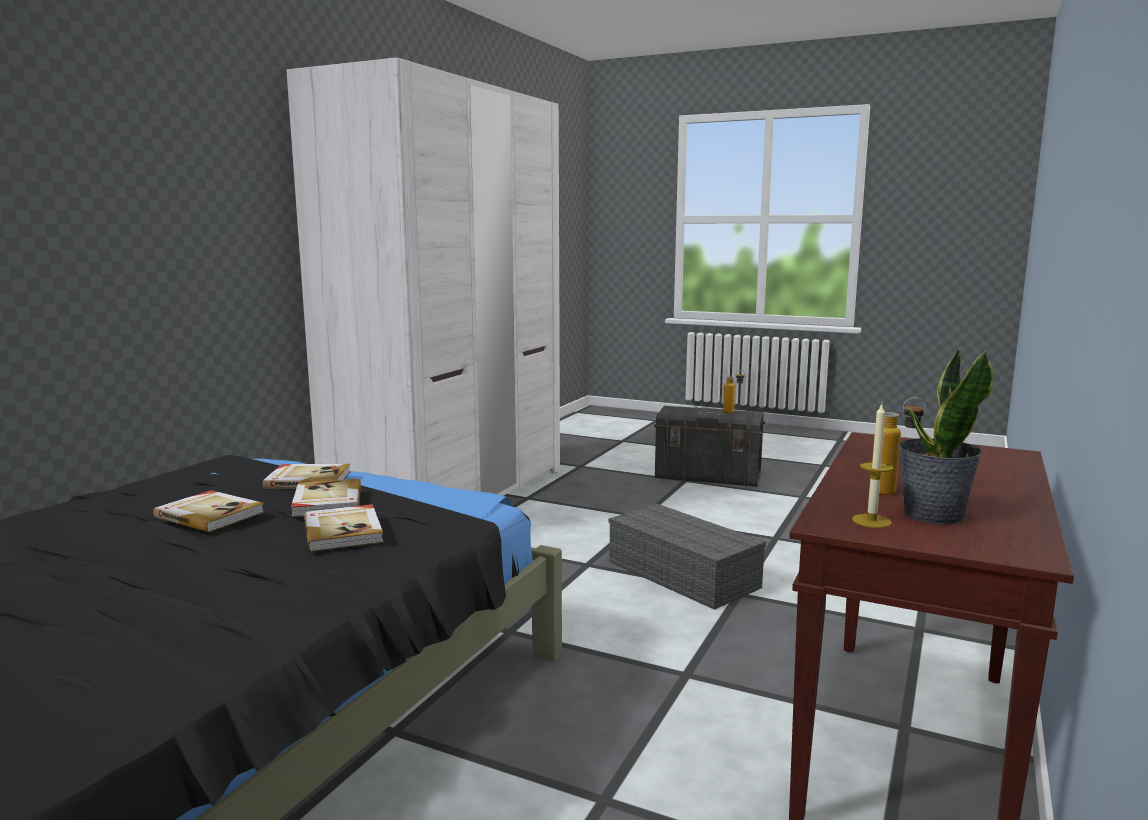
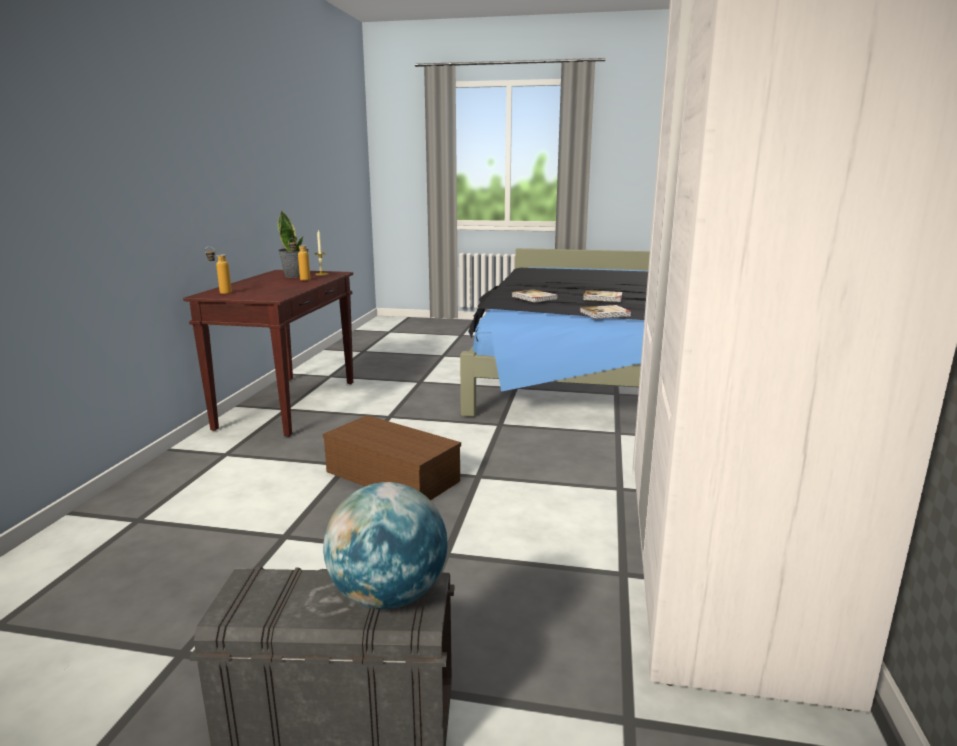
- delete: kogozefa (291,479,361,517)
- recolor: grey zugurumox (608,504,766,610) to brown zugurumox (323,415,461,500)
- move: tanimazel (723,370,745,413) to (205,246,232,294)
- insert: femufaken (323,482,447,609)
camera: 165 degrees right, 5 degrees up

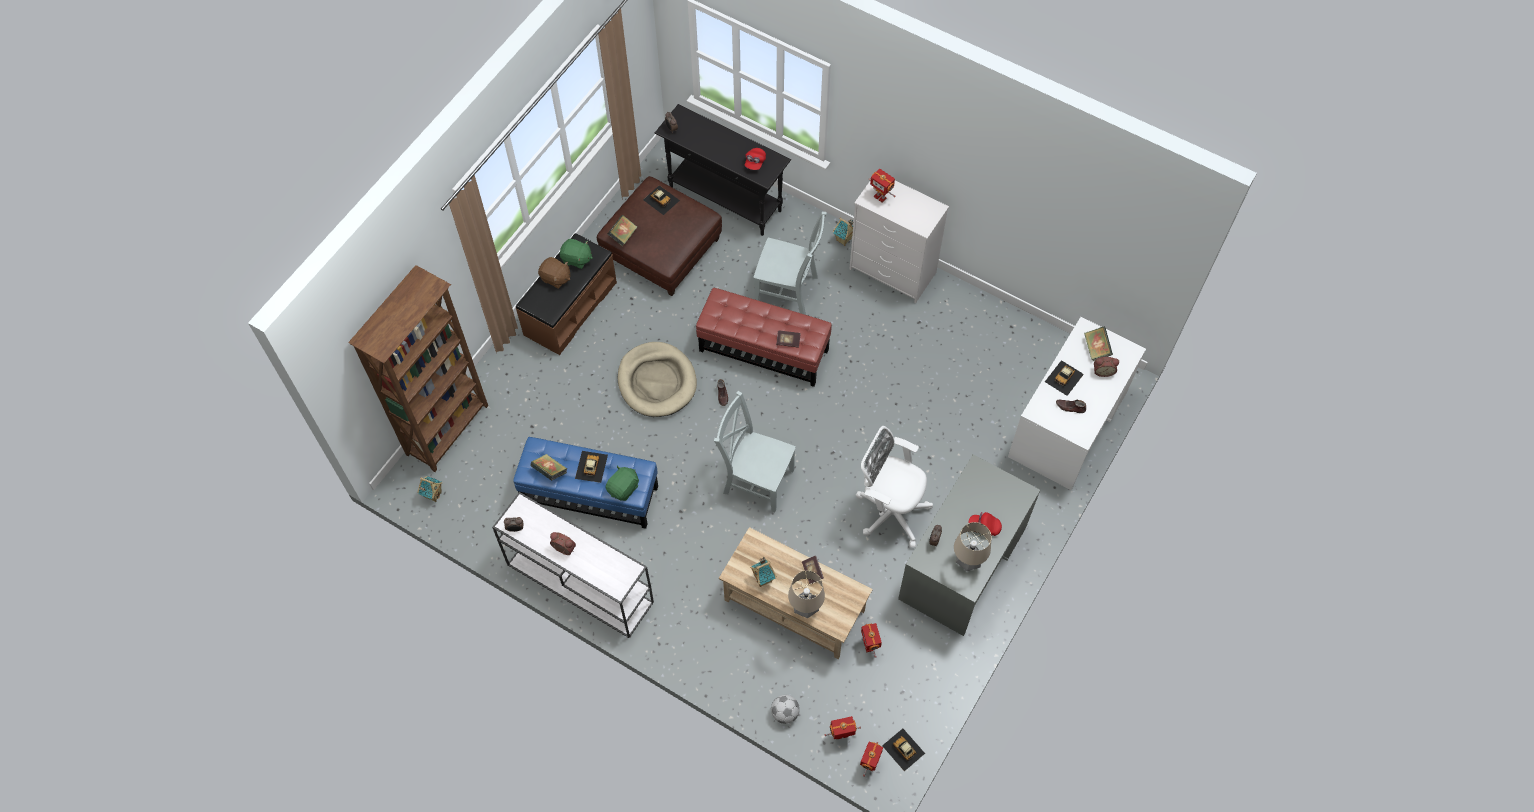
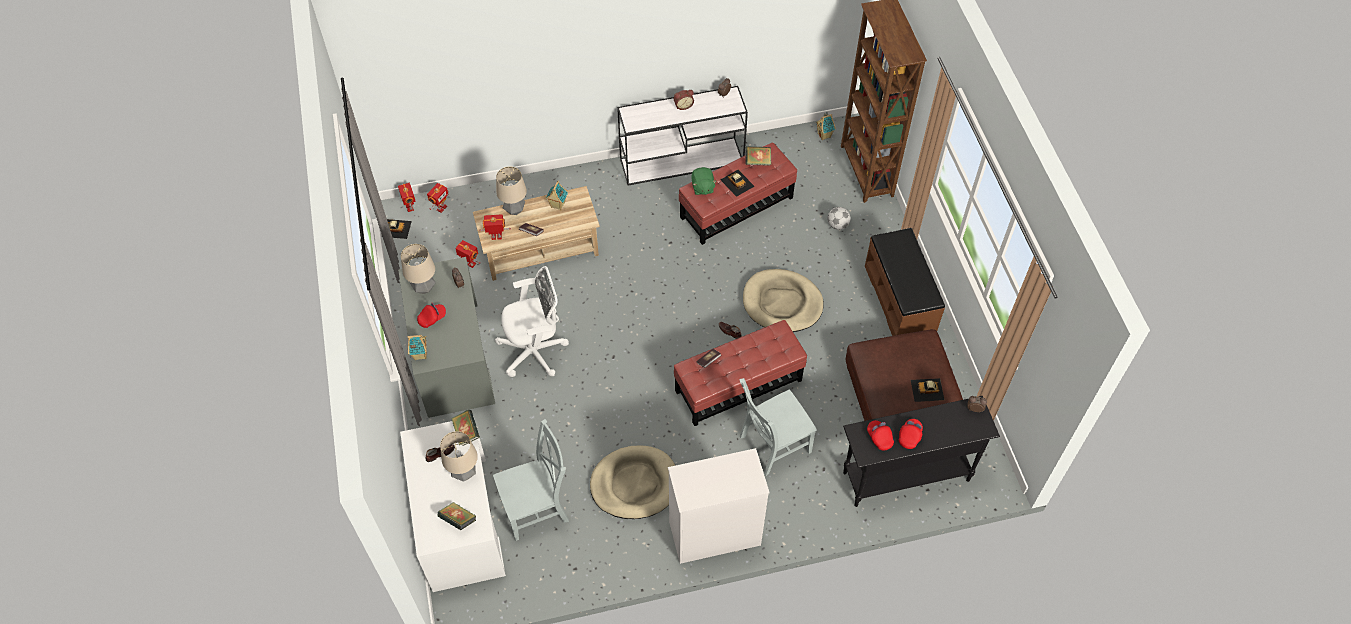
- recolor: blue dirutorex (513,437,658,529) to red dirutorex (679,142,797,245)
- delete: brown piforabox (538,257,570,289)
- delete: green piforabox (560,239,593,269)
- move: kogozefa (608,215,637,246) to (451,410,480,446)
- move: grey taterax (714,391,796,512) to (493,419,569,541)
- move: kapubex (771,695,800,724) to (828,207,851,230)
- move: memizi (833,218,854,246) to (407,335,427,360)
- move: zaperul (869,169,896,202) to (479,214,511,240)
- replace: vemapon (1045,360,1084,396) to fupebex (440,431,478,482)
- delete: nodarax (1094,357,1119,377)
- insert: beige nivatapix (590,446,676,519)
- insert: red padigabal (899,419,923,449)
camera: 135 degrees right, 5 degrees down

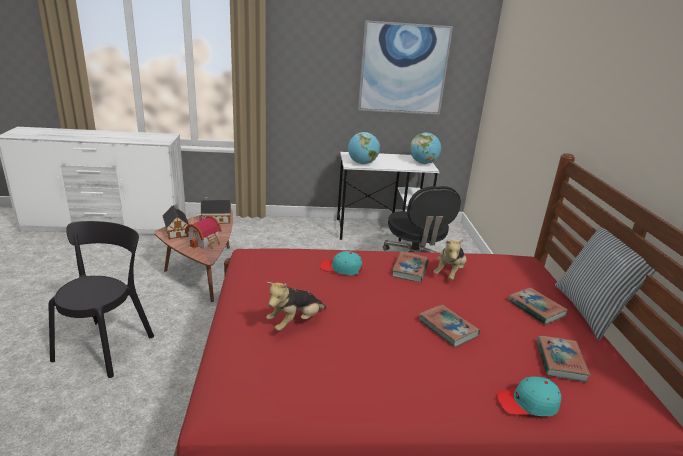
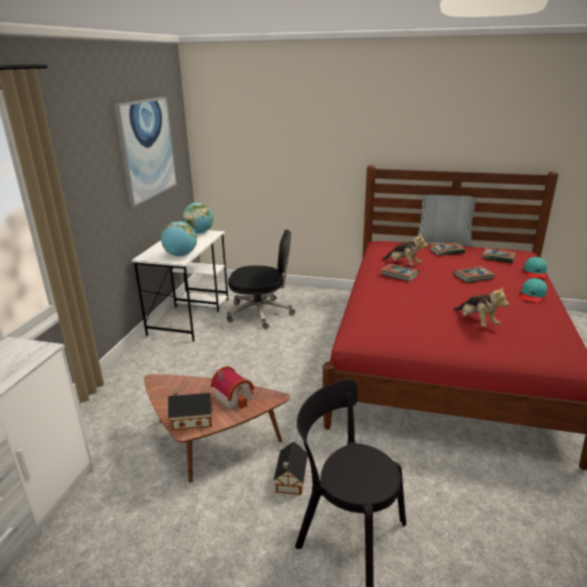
- move: memizi (201,197,231,224) to (273,442,308,495)
- move: turquoise padigabal (320,251,362,275) to (520,278,547,303)
camera: 70 degrees left, 0 degrees up

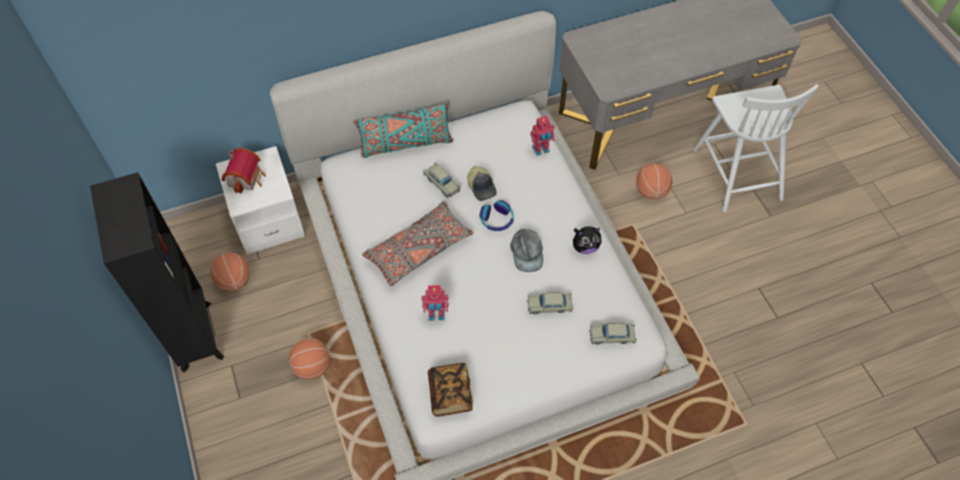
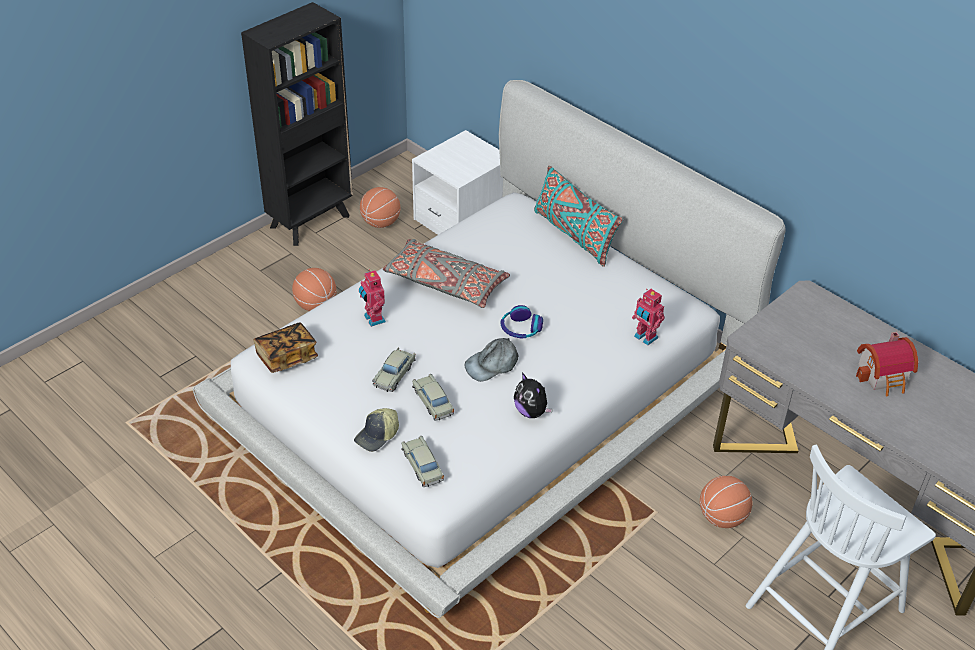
- move: memizi (222,148,266,194) to (856,332,918,397)
- move: beige vemapon (423,162,461,198) to (372,347,416,392)
- move: padigabal (467,166,497,201) to (354,408,399,452)
camera: 65 degrees right, 15 degrees down

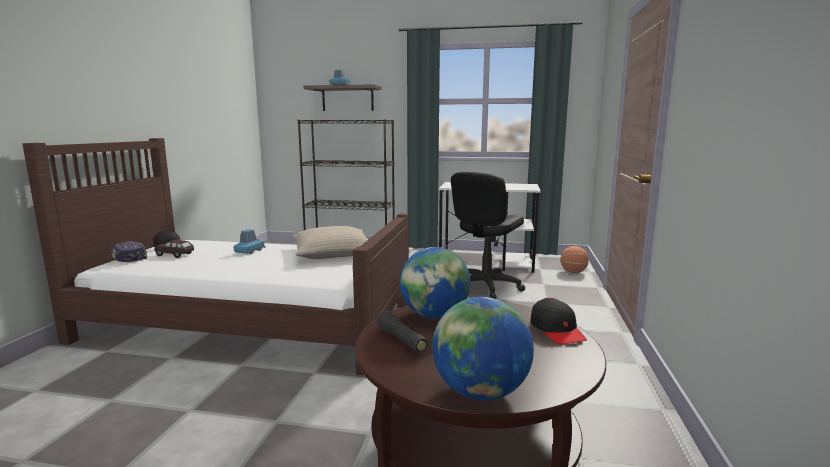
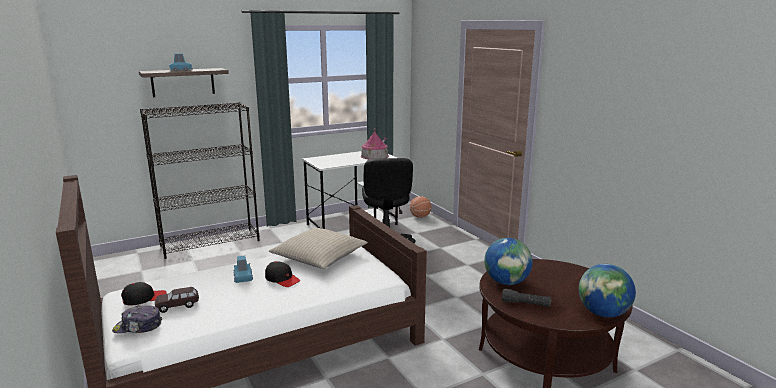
- move: black padigabal (530,298,587,344) to (265,261,300,287)
- insert: memizi (361,128,389,160)
camera: 40 degrees left, 5 degrees up

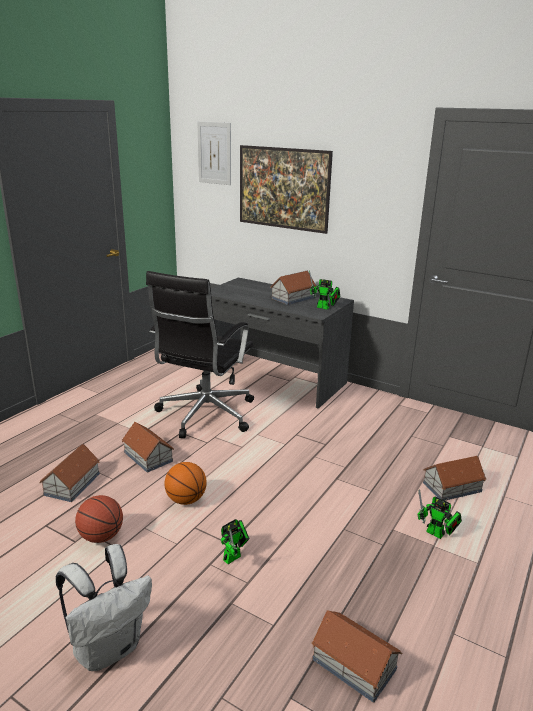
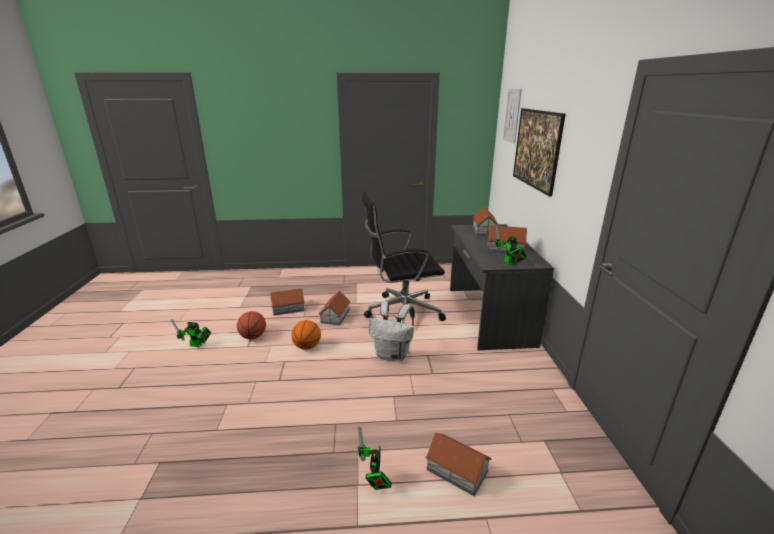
- move: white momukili (56,544,152,671) to (369,301,415,362)
- move: zaperul (221,519,249,564) to (171,319,211,347)
- move: memizi (311,611,402,703) to (472,207,499,236)
camera: 55 degrees right, 0 degrees up

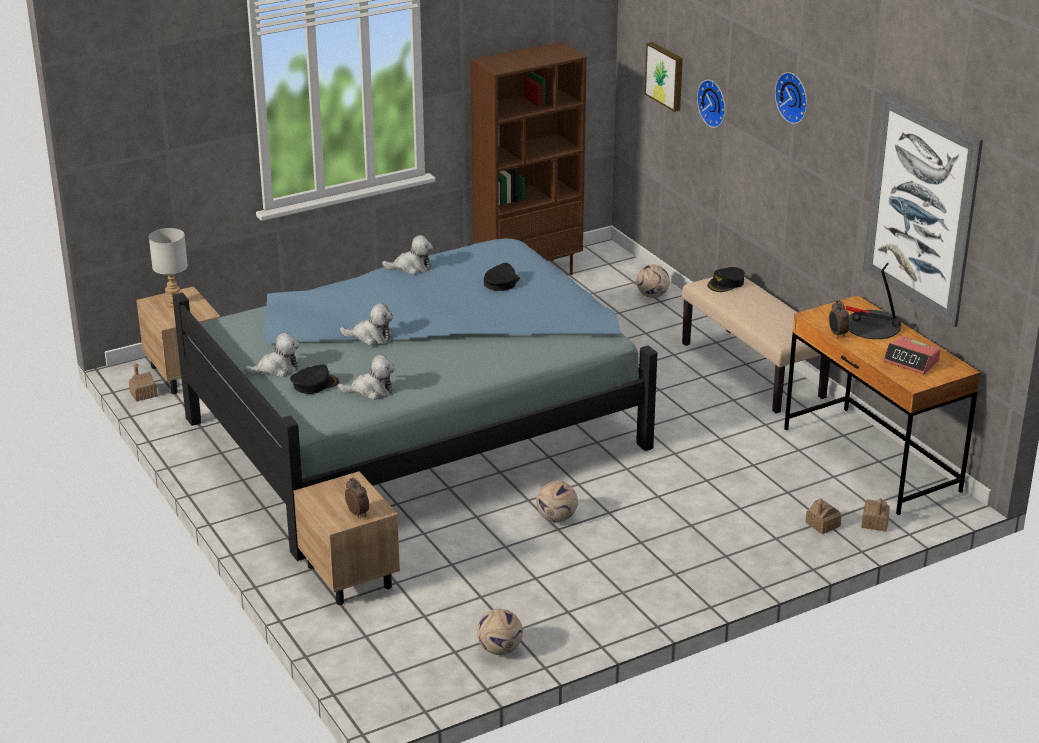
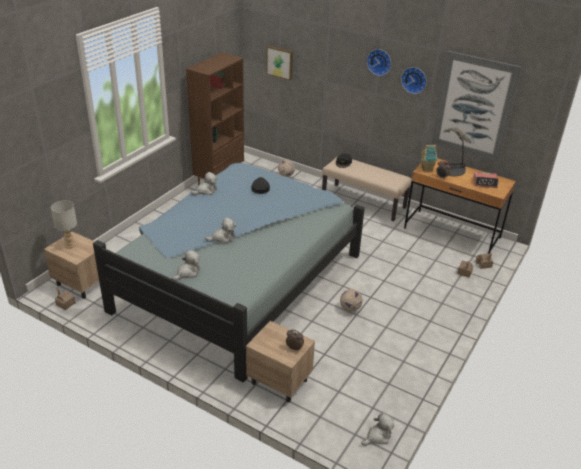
- delete: black padigabal (290,364,339,394)
- move: piforabox (338,355,395,400) to (361,413,394,446)
- delete: kapubex (477,609,523,655)
- move: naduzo (697,80,725,128) to (401,67,427,94)
- insert: memizi (420,145,438,171)
camera: 30 degrees left, 5 degrees up

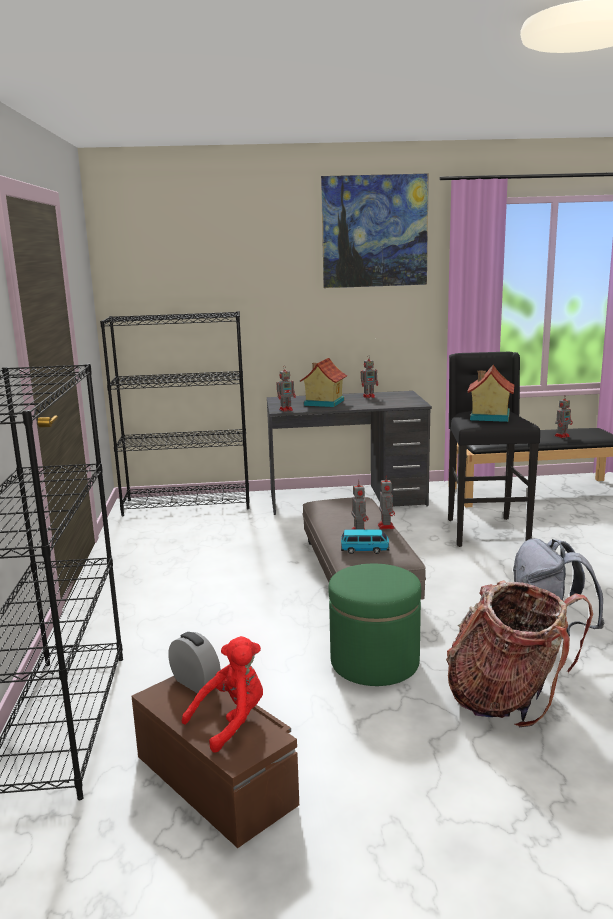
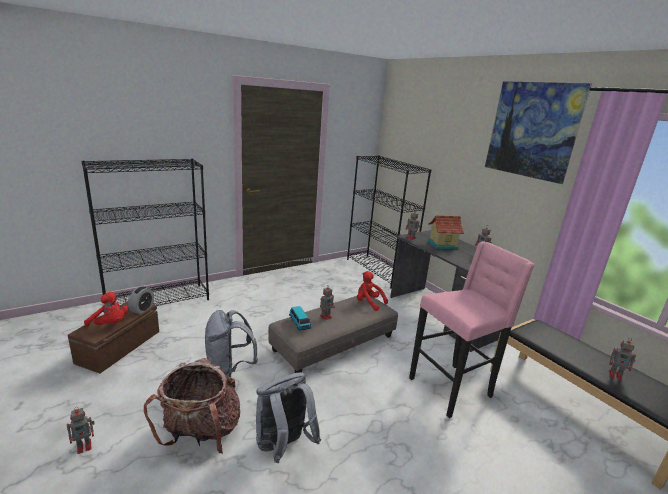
- replace: green dirutorex (328,564,421,686) to grey momukili (205,310,258,377)
- move: zaperul (378,476,395,529) to (67,407,95,454)
- recolor: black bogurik (448,352,540,547) to pink bogurik (409,241,535,418)
- delete: memizi (467,365,514,422)
- insert: red piforabox (357,271,388,311)
camera: 60 degrees right, 5 degrees up

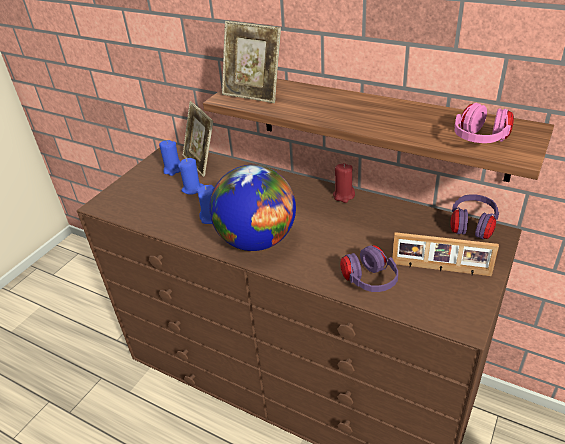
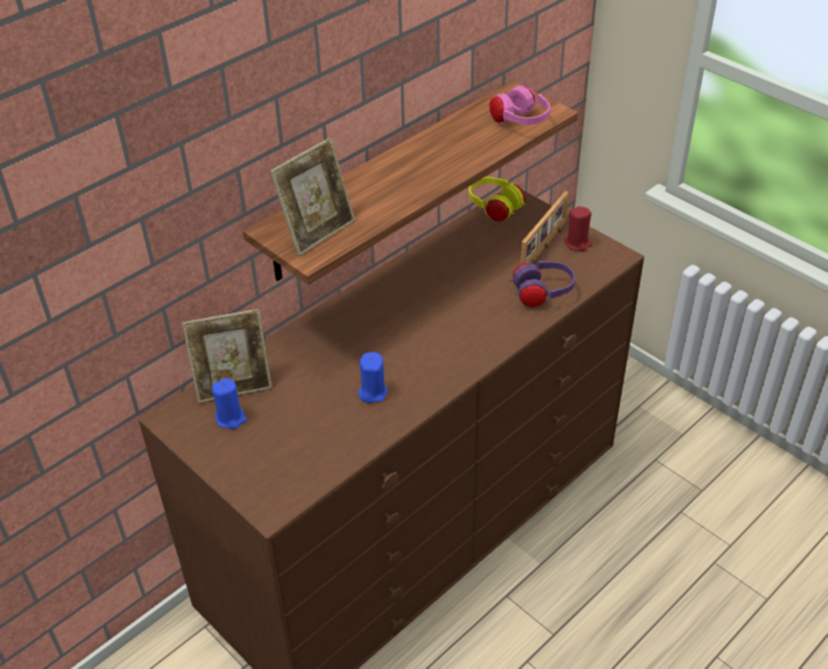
- delete: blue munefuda (178,158,204,195)
- delete: femufaken (209,165,296,251)
- move: red munefuda (333,163,355,203) to (564,206,592,251)
- recolor: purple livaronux (450,194,499,239) to yellow livaronux (469,177,525,221)
camera: 75 degrees left, 5 degrees up

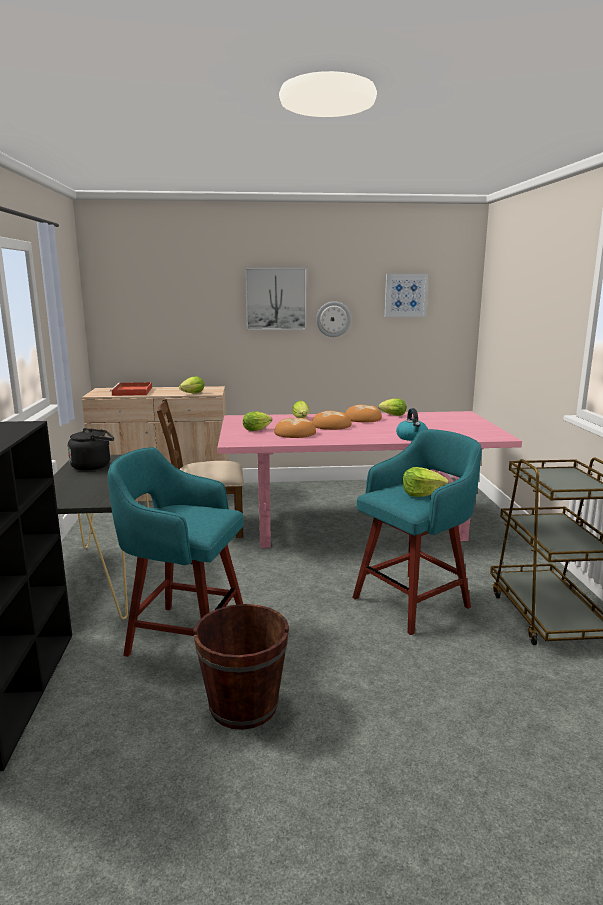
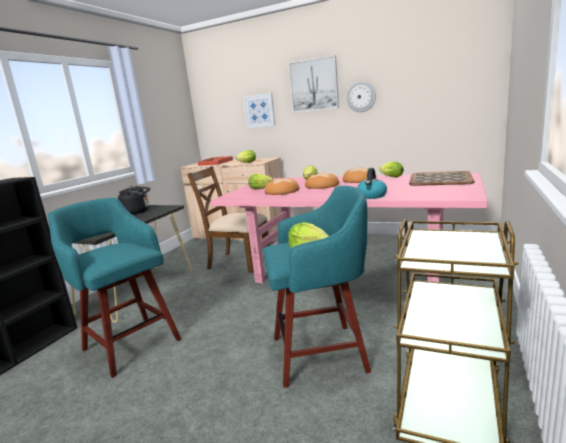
- delete: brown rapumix (194,604,289,730)
- move: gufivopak (385,274,428,317) to (243,93,275,128)
- insert: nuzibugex (409,171,475,186)
camera: 30 degrees right, 0 degrees up

